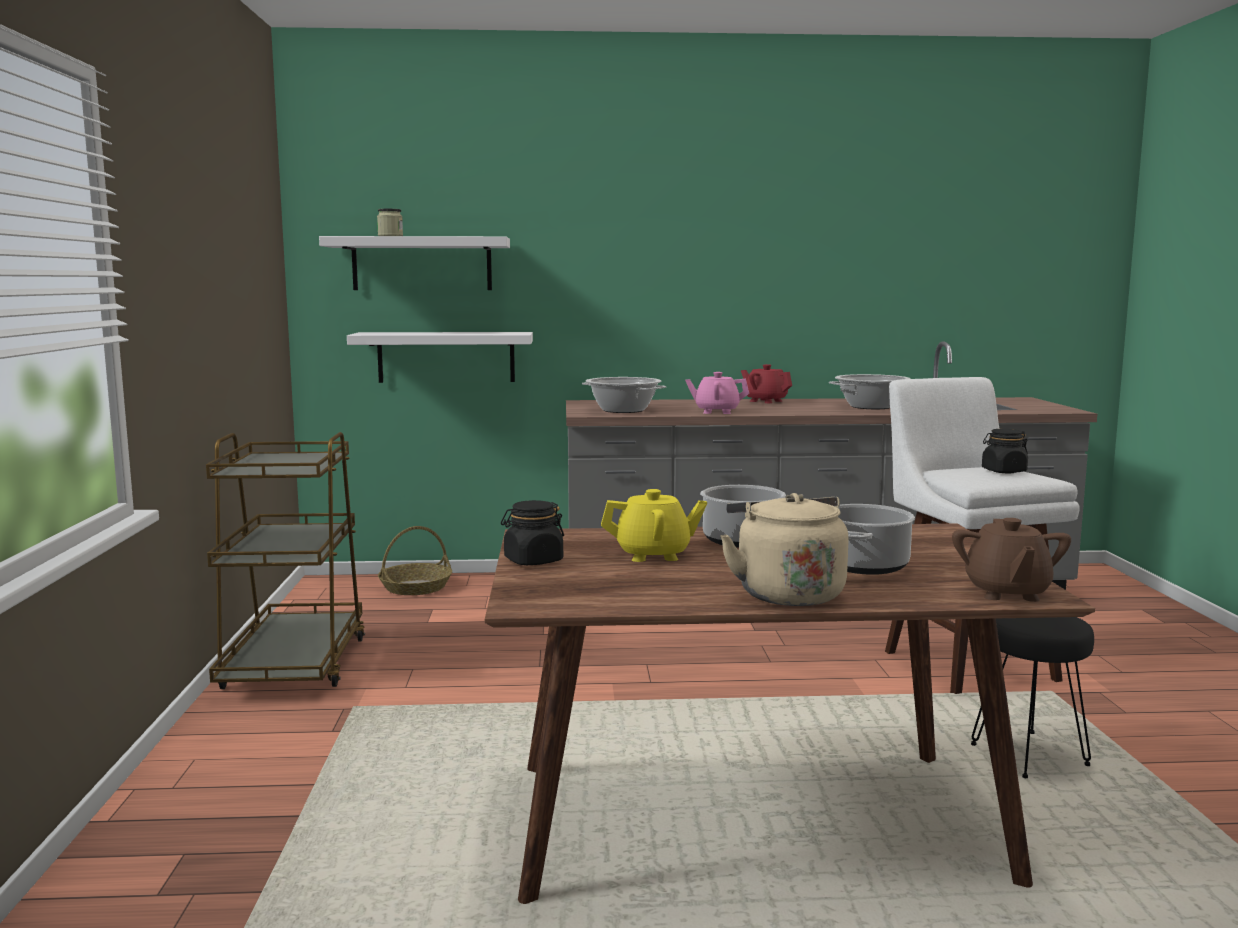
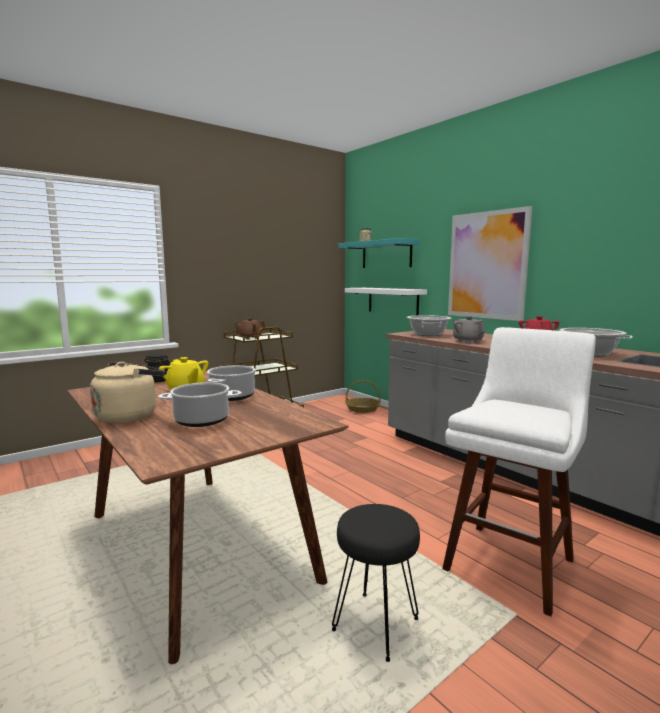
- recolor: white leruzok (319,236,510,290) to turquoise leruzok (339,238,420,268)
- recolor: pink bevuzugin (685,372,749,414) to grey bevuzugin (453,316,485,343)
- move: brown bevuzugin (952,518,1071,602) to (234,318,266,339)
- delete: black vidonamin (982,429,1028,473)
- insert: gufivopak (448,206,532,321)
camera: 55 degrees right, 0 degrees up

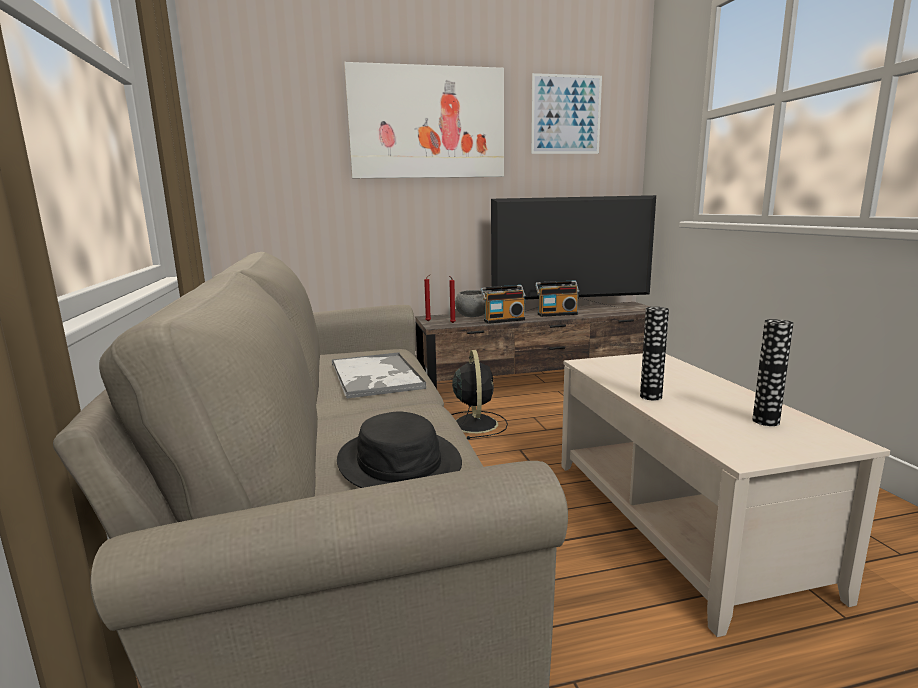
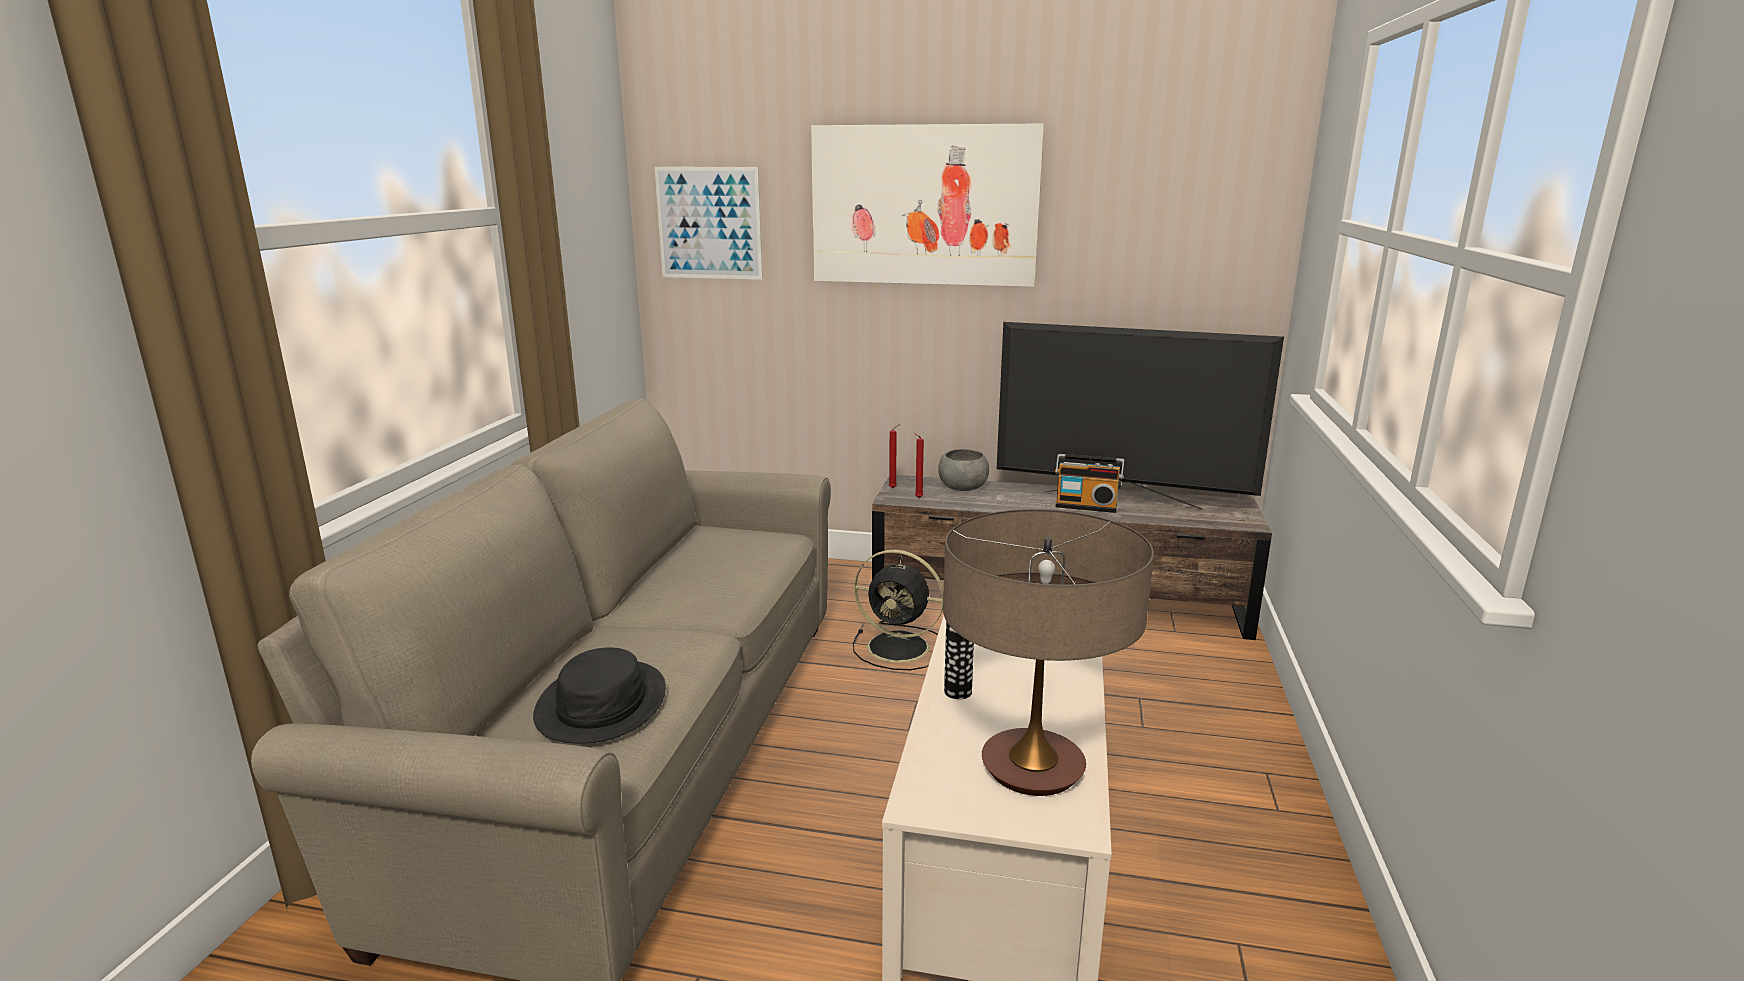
- delete: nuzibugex (332,352,426,399)
- rotate: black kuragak (451,350,508,439) = (853,550,944,670) 90 degrees clockwise
- delete: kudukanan (480,285,526,324)
- move: gufivopak (531,73,602,154) to (655,167,763,280)
- replace: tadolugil (752,319,793,426) to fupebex (943,509,1154,796)
camera: 25 degrees right, 5 degrees up

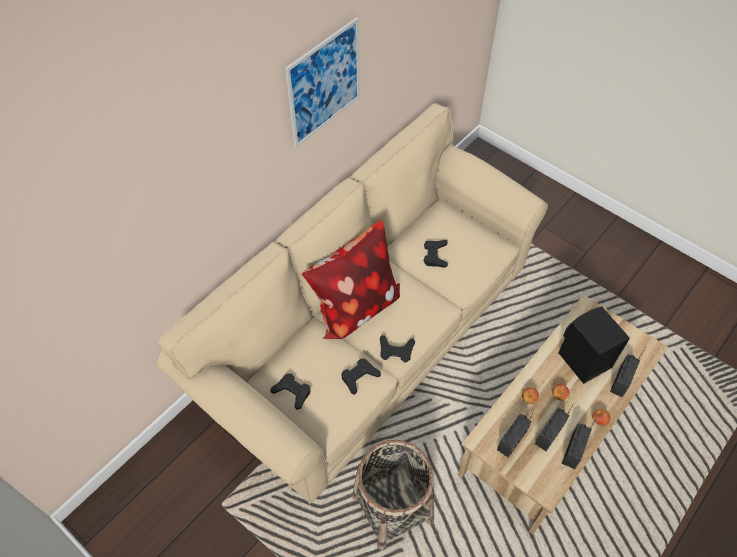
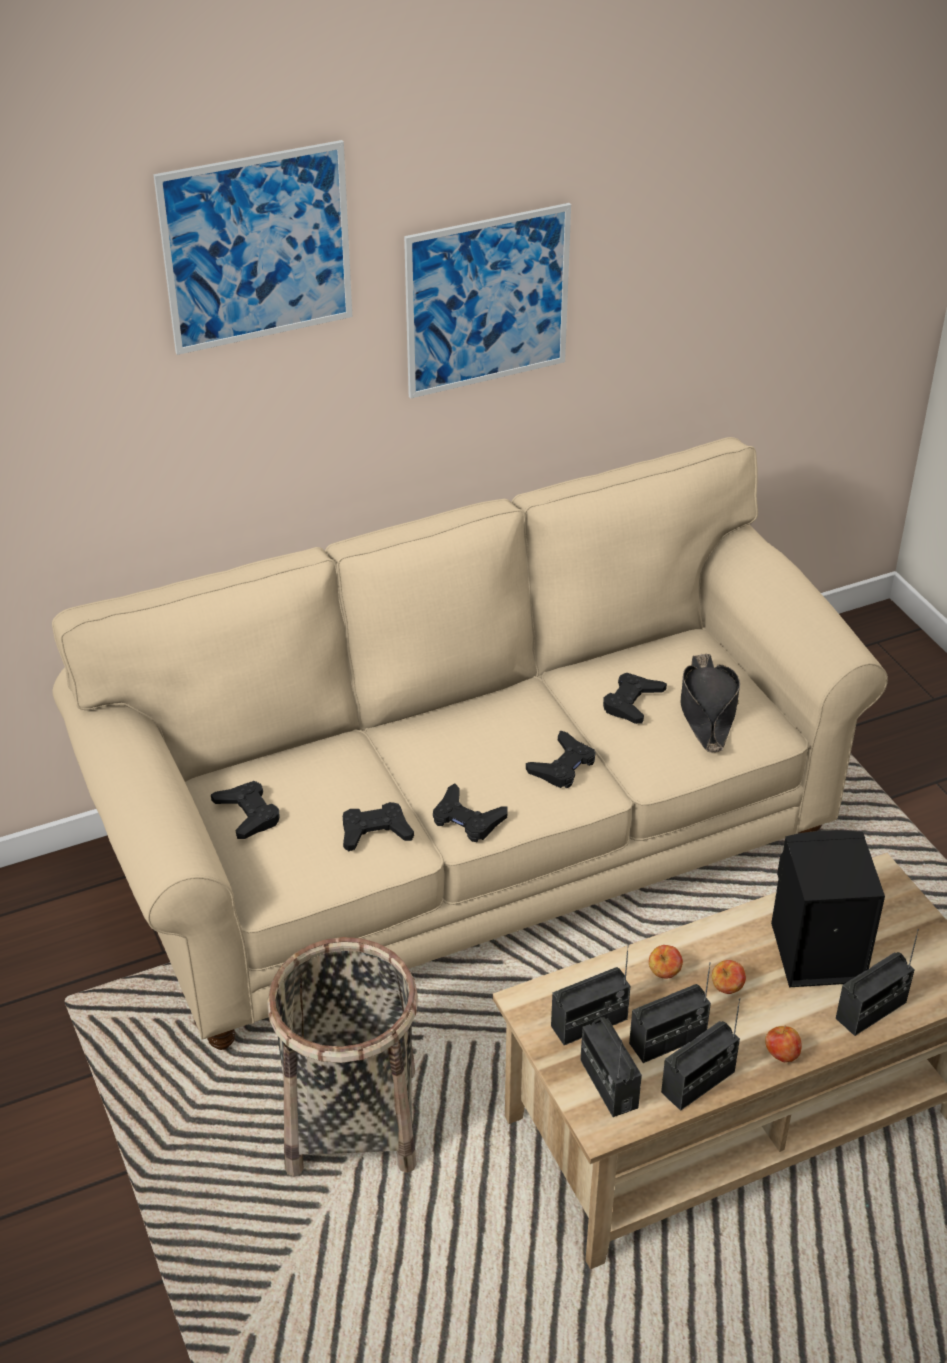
- delete: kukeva (301,220,400,339)
- insert: gufivopak (153,140,352,355)
- insert: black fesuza (526,730,596,788)
- insert: kudukanan (580,1017,642,1117)
- insert: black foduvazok (681,654,740,752)
camera: 25 degrees right, 15 degrees down

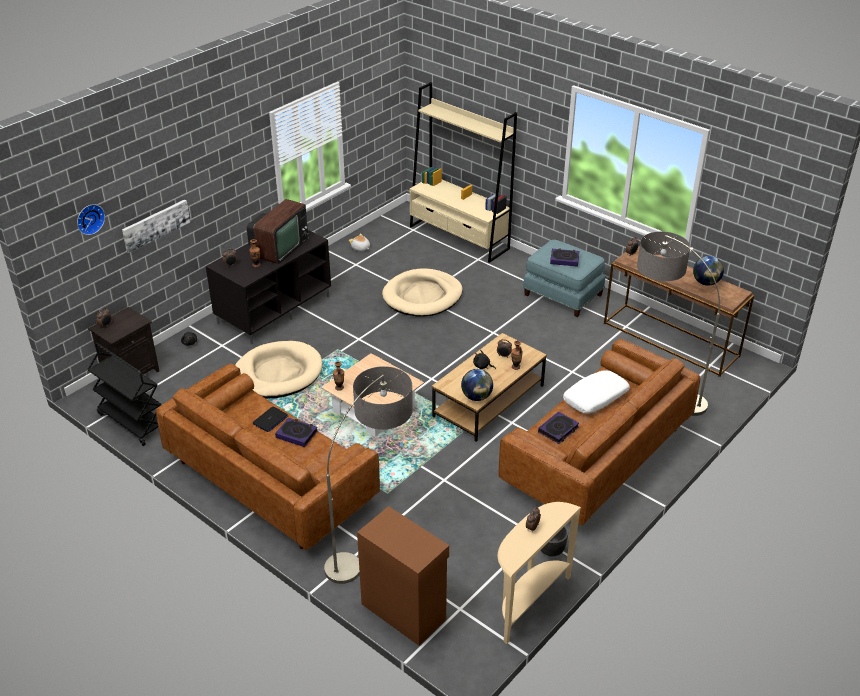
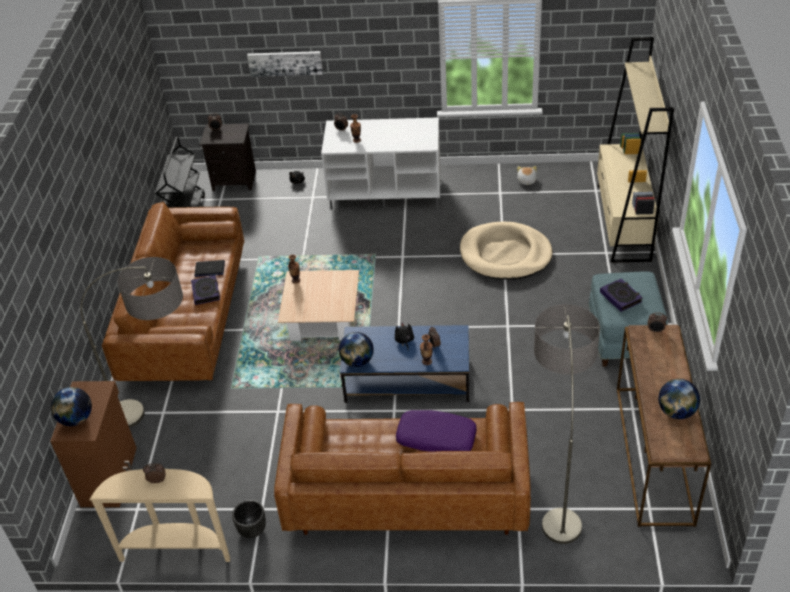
- delete: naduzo (77,204,105,235)
- recolor: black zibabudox (206,230,331,344) to white zibabudox (321,117,440,210)
- delete: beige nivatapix (235,341,322,399)
- delete: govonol (247,199,309,264)
- recolor: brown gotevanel (432,333,547,442) to blue gotevanel (340,325,469,403)
- delete: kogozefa (538,411,579,444)
- recolor: white kukeva (563,370,630,413) to purple kukeva (396,410,477,452)
- insert: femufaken (51,387,92,426)
camera: 55 degrees right, 5 degrees up

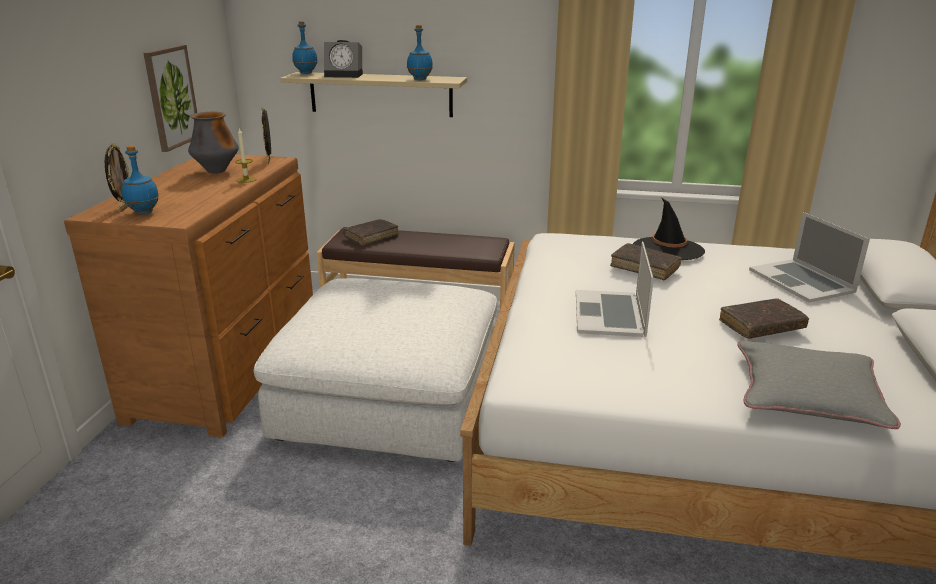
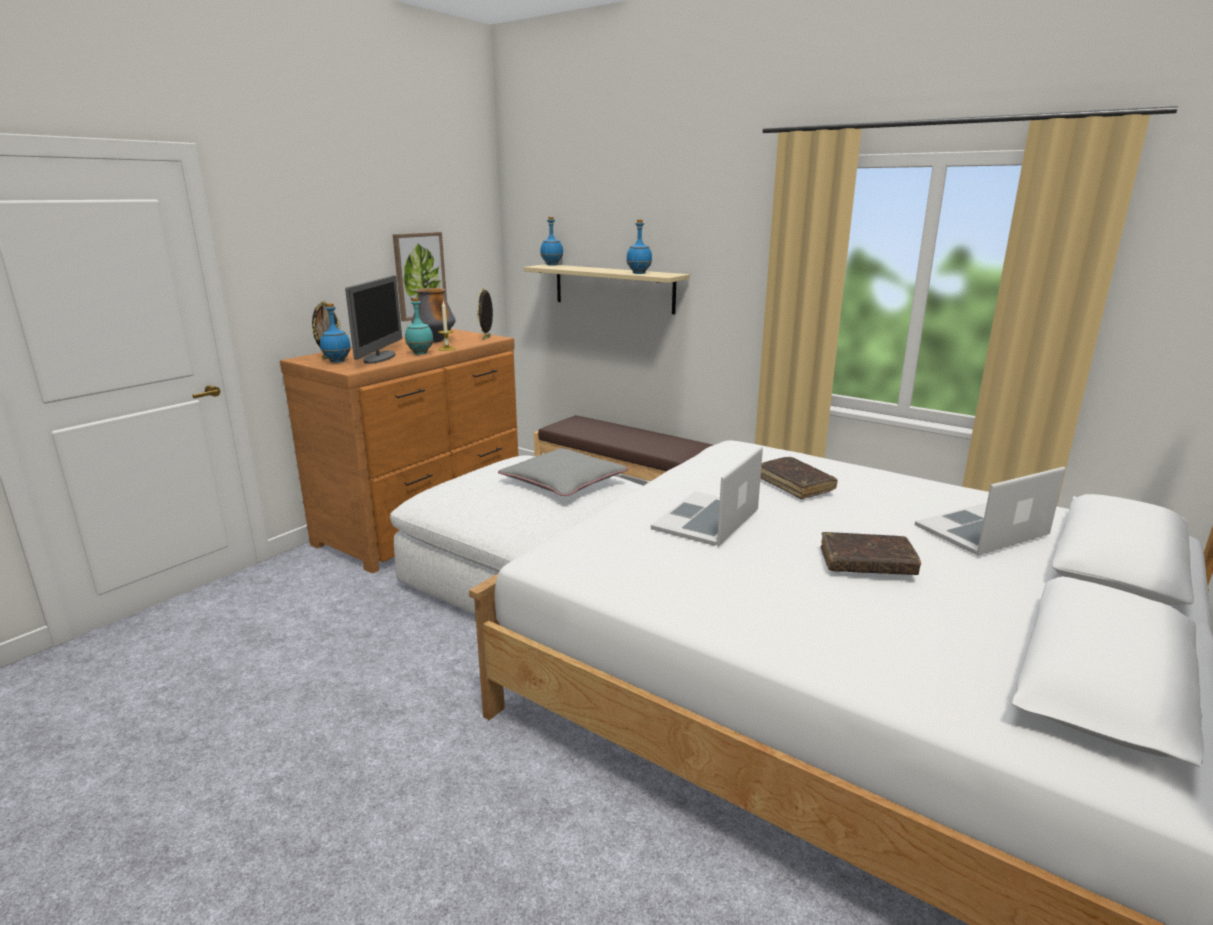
- delete: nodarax (324,40,363,78)
- delete: brown kogozefa (343,219,398,246)
- delete: black foduvazok (633,198,705,260)
- move: grey kukeva (737,341,901,429) to (498,448,628,496)
- rotate: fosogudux (749,212,870,302) = (915,467,1065,556) 60 degrees clockwise
- insert: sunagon (345,276,402,364)
- insert: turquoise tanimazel (405,298,433,354)
camera: 25 degrees right, 5 degrees down

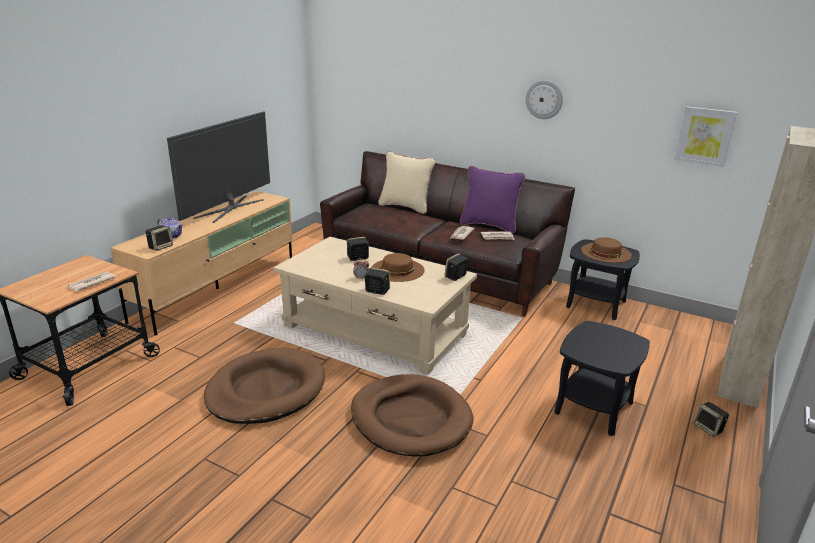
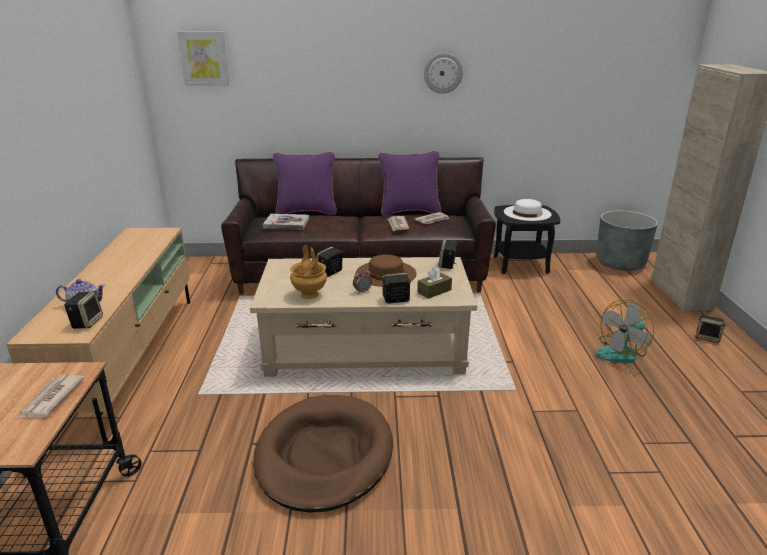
- delete: govonol (167,111,270,223)
- delete: brown nivatapix (351,374,474,457)
- recolor: beige kukeva (378,151,436,214) to purple kukeva (273,152,337,215)
- replace: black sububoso (554,321,650,436) to kuragak (595,300,654,363)
- recolor: brown foduvazok (581,237,632,263) to white foduvazok (504,199,552,221)
- move: gufivopak (675,106,737,167) to (177,32,229,86)
- insert: kogozefa (263,214,309,230)
- insert: brown tadolugil (290,246,327,299)
- insert: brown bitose (417,267,452,299)
- insert: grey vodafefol (596,210,658,271)
camera: 30 degrees left, 0 degrees up

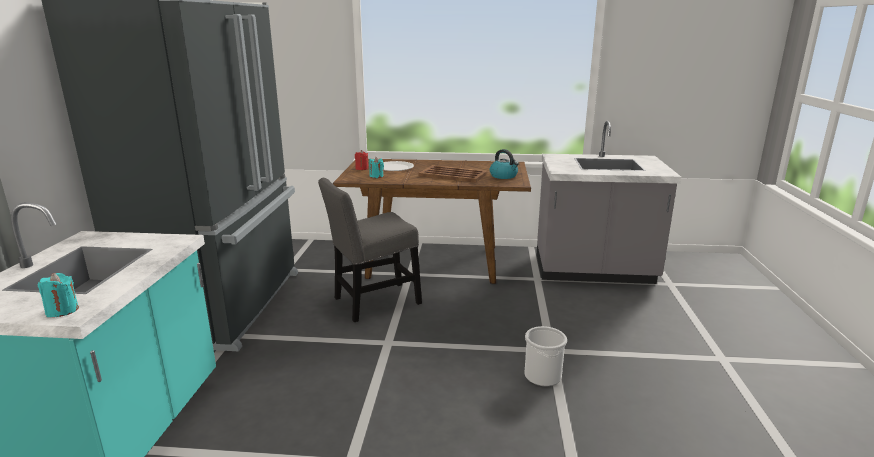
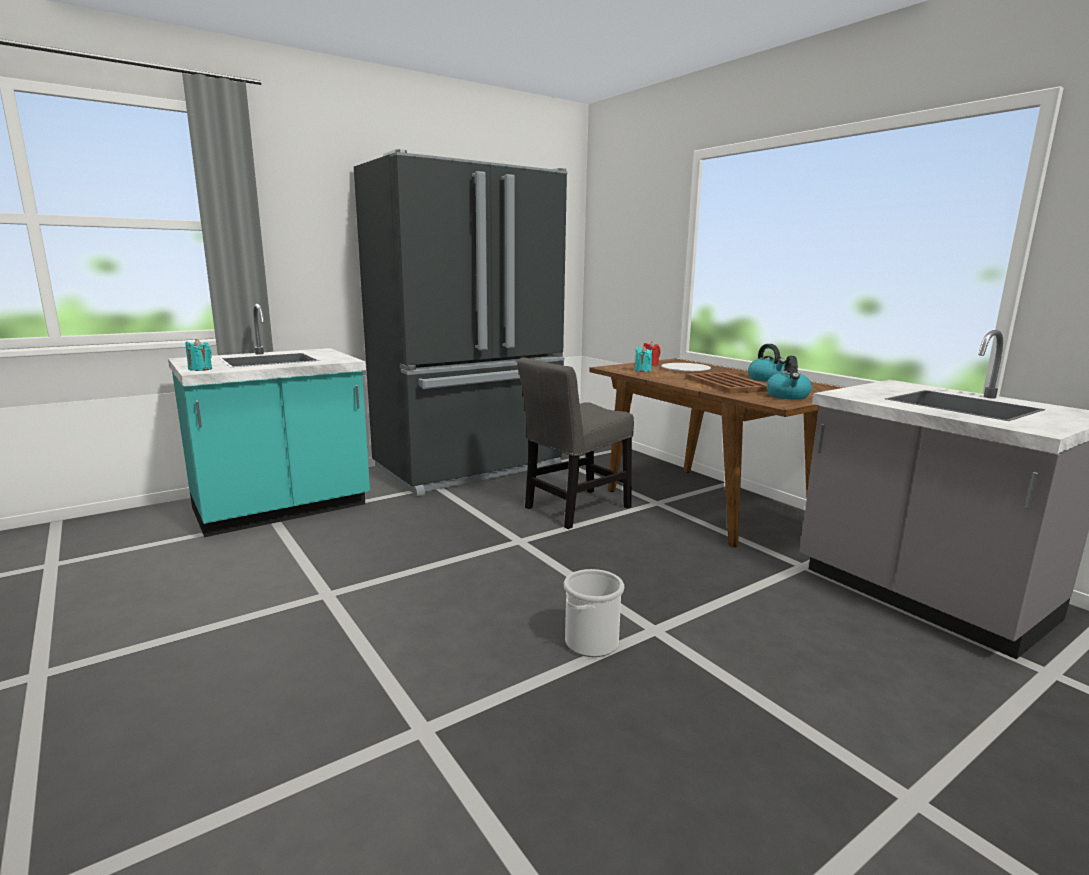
- rotate: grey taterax (318,178,422,322) = (517,358,634,529) 60 degrees counterclockwise
- insert: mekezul (748,344,786,382)
camera: 50 degrees right, 5 degrees down

